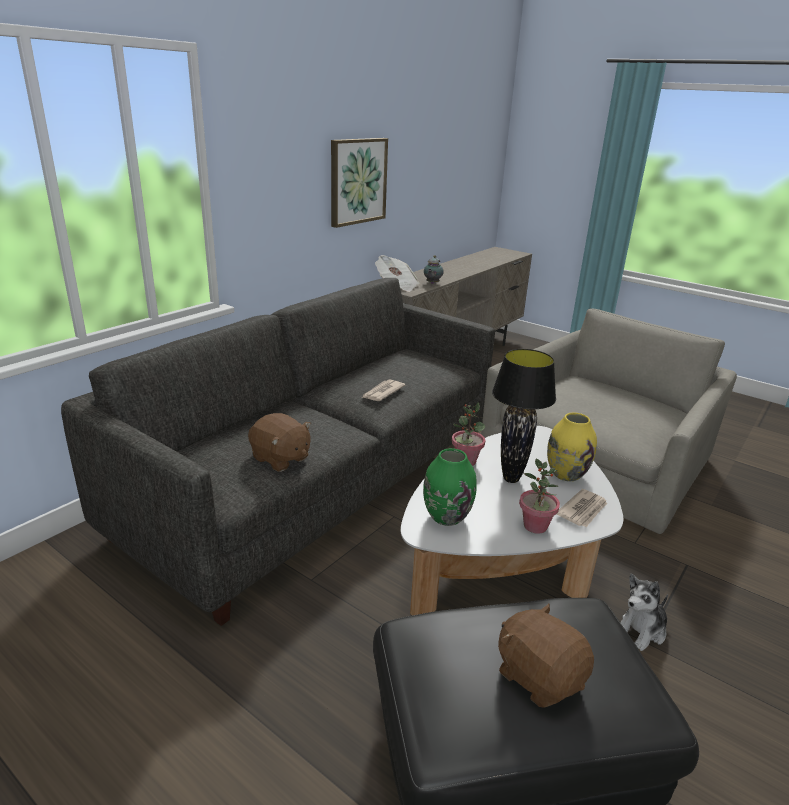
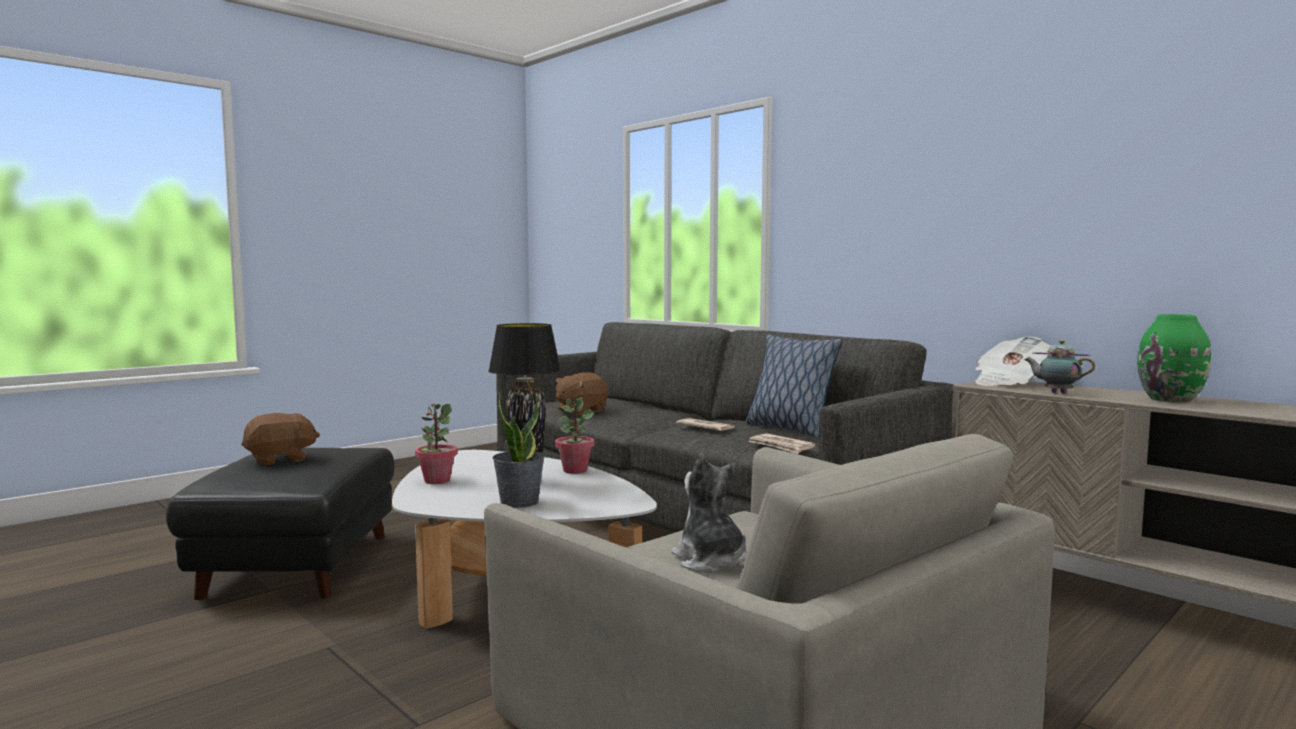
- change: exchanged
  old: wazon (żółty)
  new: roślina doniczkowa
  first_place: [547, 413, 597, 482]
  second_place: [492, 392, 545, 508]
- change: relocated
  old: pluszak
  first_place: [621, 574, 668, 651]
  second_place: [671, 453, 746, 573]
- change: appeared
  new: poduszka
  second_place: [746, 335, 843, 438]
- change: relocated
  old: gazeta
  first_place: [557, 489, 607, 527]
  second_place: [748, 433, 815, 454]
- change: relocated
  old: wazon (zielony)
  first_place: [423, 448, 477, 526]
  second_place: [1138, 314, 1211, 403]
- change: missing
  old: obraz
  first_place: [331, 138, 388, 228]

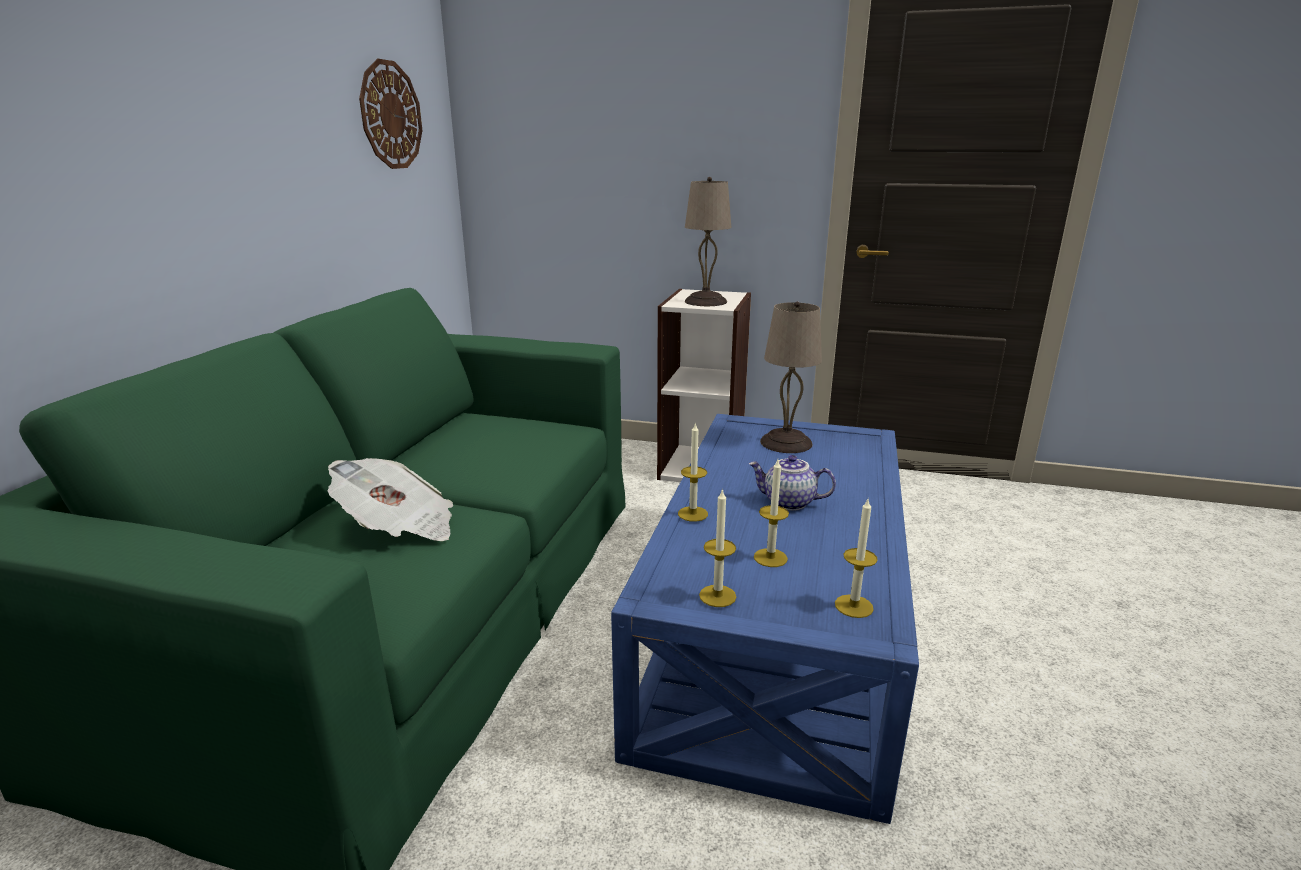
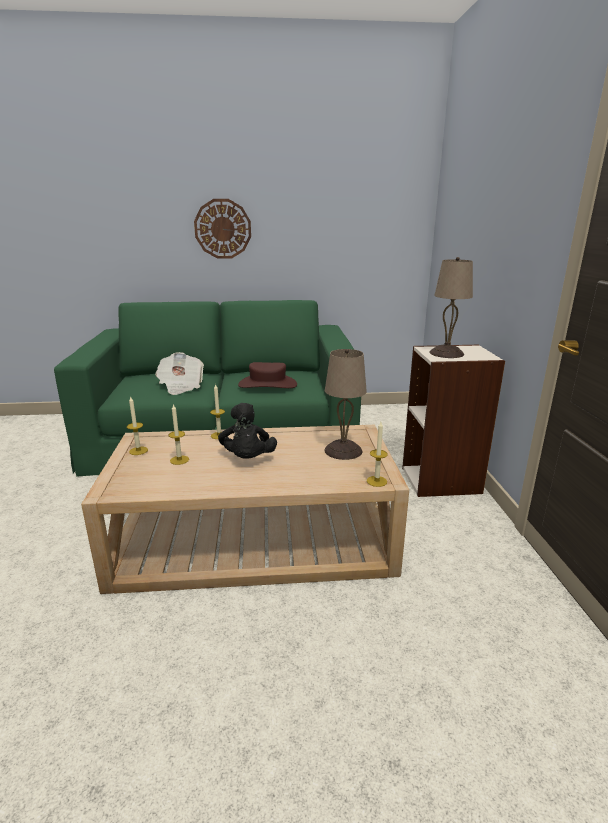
- change: colour
  old: ława (niebieski)
  new: ława (beżowy)
  first_place: [611, 414, 919, 824]
  second_place: [81, 425, 409, 594]
- change: relocated
  old: zegar ścienny
  first_place: [359, 59, 422, 169]
  second_place: [194, 199, 251, 259]
- change: exchanged
  old: imbryk
  new: pluszak (czarny)
  first_place: [748, 455, 836, 511]
  second_place: [218, 403, 277, 459]
- change: appeared
  new: kapelusz (brązowy)
  second_place: [238, 362, 297, 388]
- change: relocated
  old: świeca
  first_place: [835, 499, 878, 618]
  second_place: [367, 422, 388, 487]

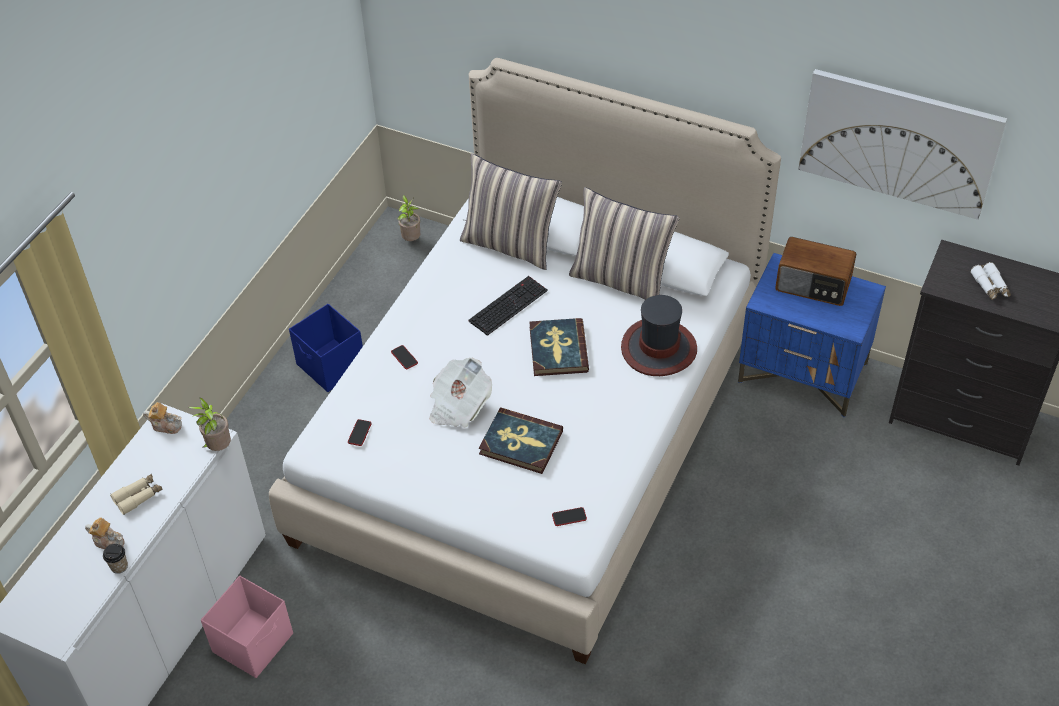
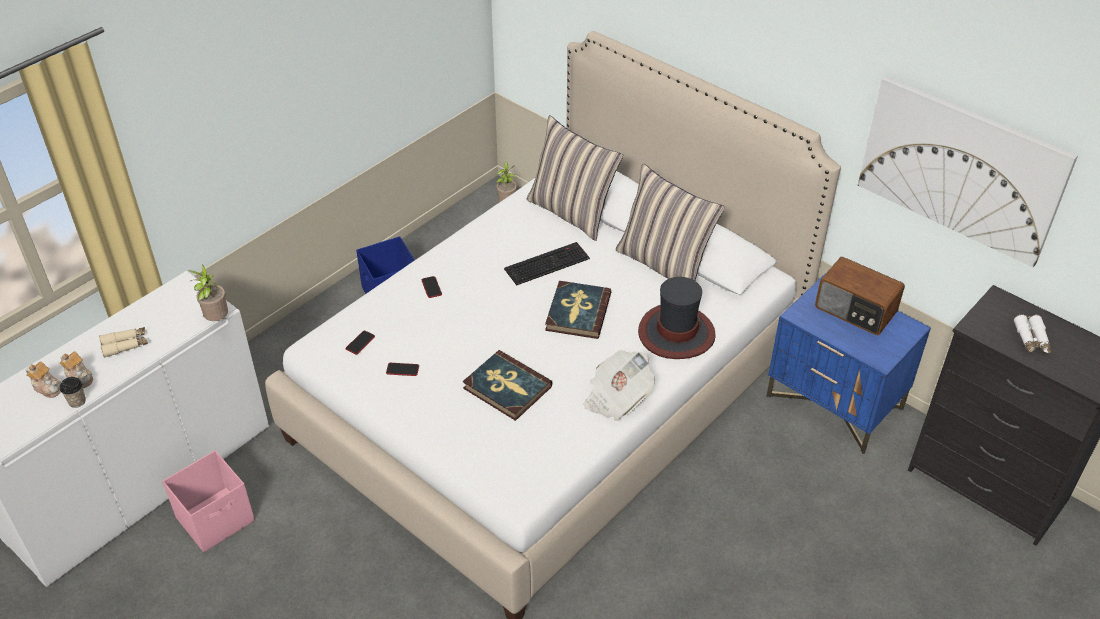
- change: relocated
  old: imbryk
  first_place: [143, 402, 182, 434]
  second_place: [26, 361, 61, 398]
- change: relocated
  old: telefon
  first_place: [552, 507, 587, 526]
  second_place: [386, 363, 419, 376]
- change: relocated
  old: gazeta
  first_place: [430, 358, 492, 428]
  second_place: [583, 350, 655, 421]

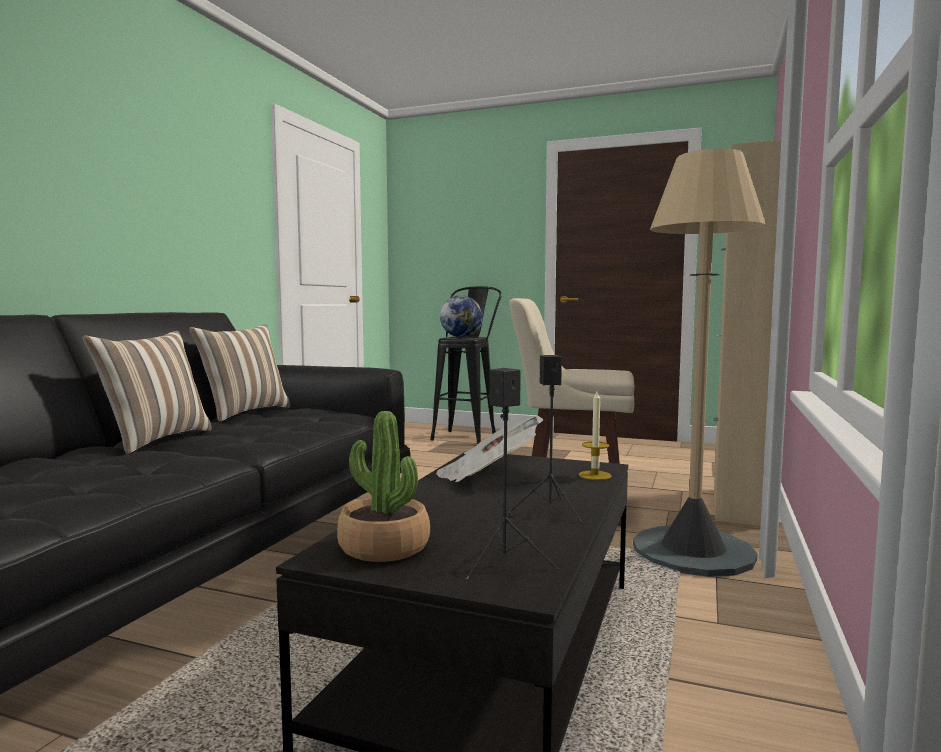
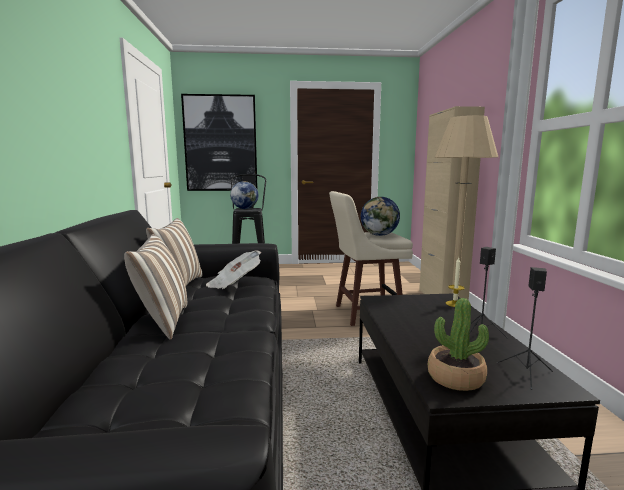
- change: appeared
  new: obraz
  second_place: [181, 94, 257, 191]
- change: relocated
  old: gazeta
  first_place: [436, 416, 543, 482]
  second_place: [206, 250, 261, 289]
- change: appeared
  new: globus
  second_place: [361, 197, 400, 236]

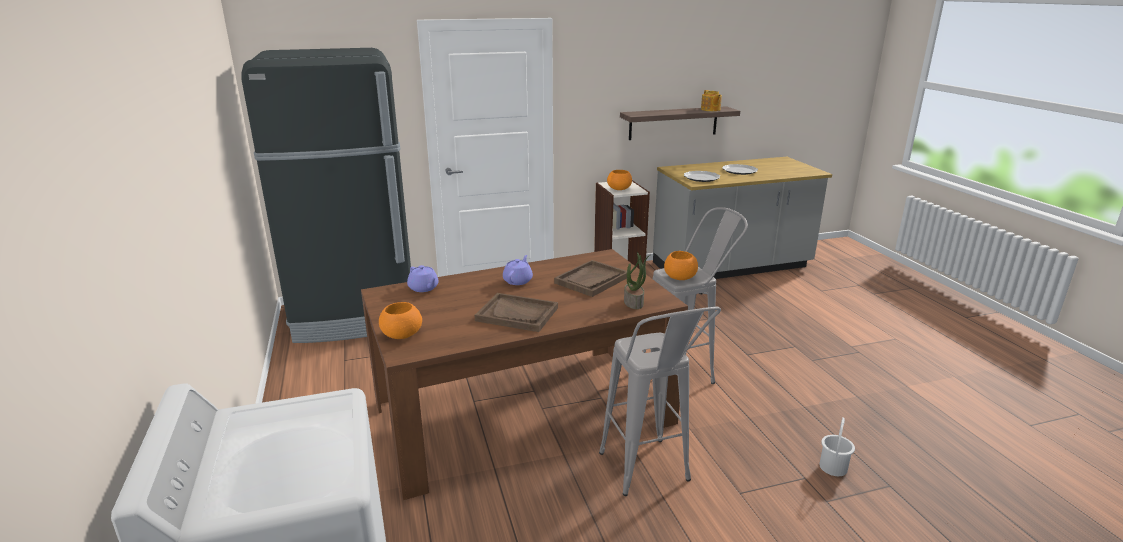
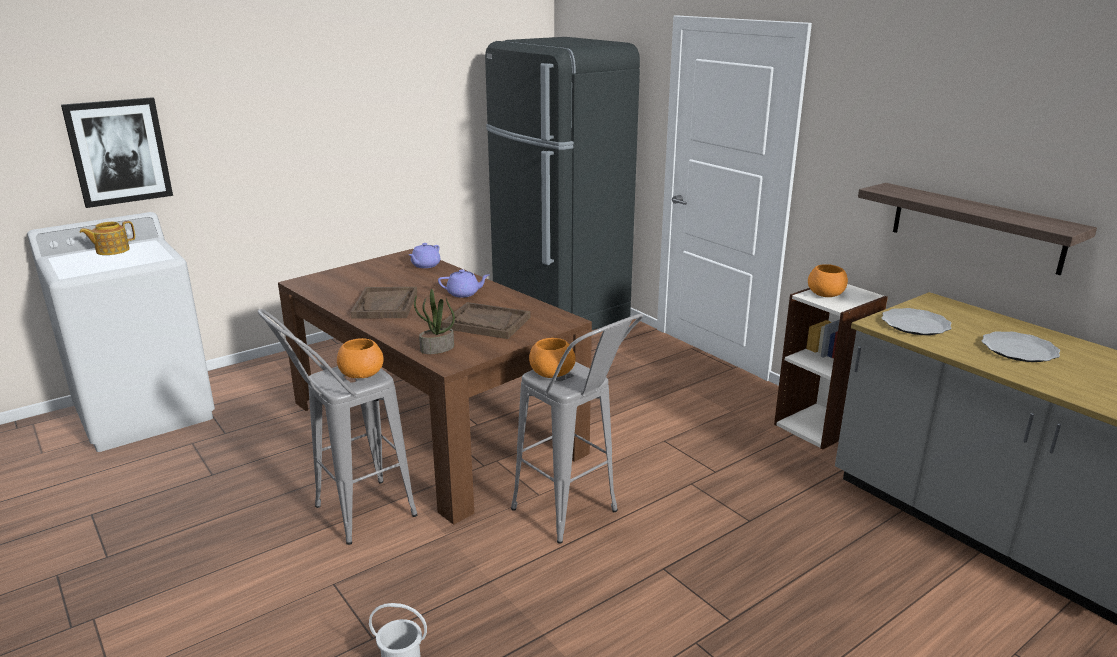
- change: appeared
  new: obraz
  second_place: [61, 97, 173, 208]
- change: relocated
  old: imbryk
  first_place: [701, 90, 722, 111]
  second_place: [80, 221, 135, 255]
- change: relocated
  old: miska (pomarańczowy)
  first_place: [379, 302, 422, 339]
  second_place: [337, 338, 384, 378]

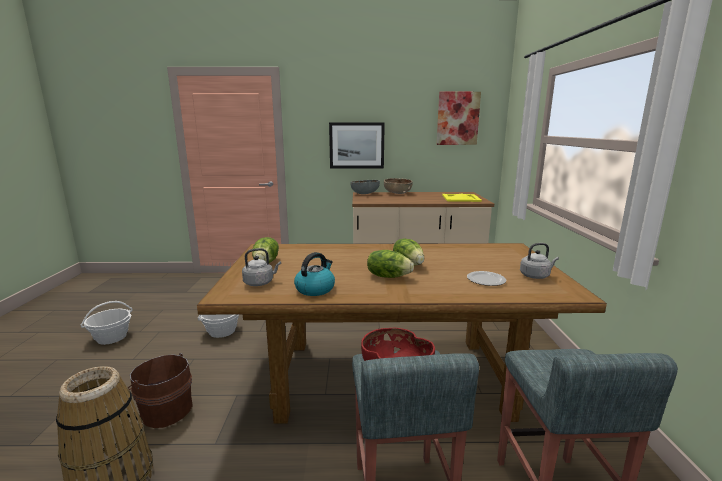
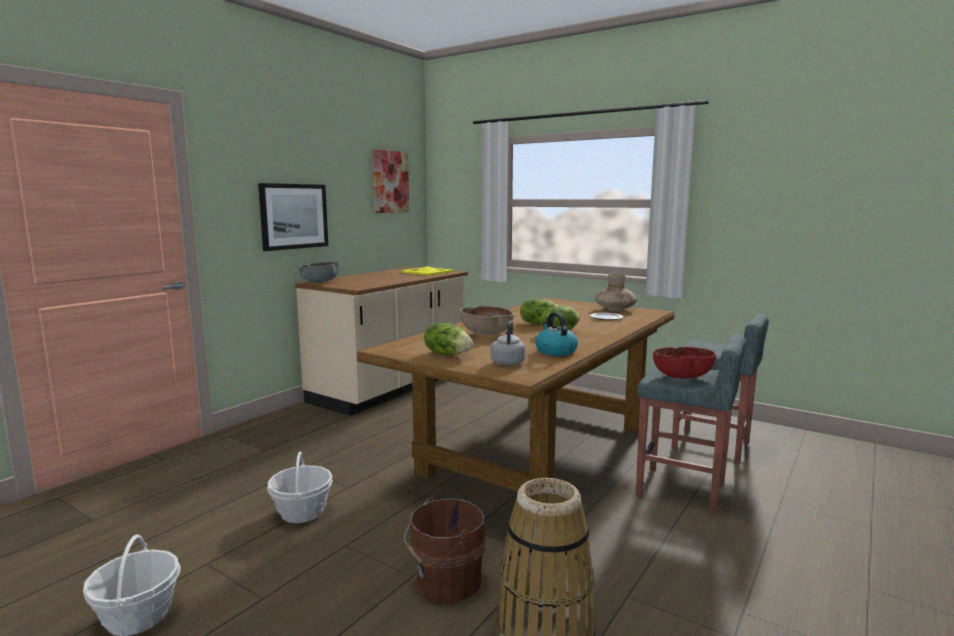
- change: relocated
  old: miska (brązowy)
  first_place: [384, 178, 413, 194]
  second_place: [460, 306, 514, 335]
- change: exchanged
  old: czajnik (szary)
  new: wazon (brązowy)
  first_place: [520, 243, 559, 279]
  second_place: [595, 273, 637, 311]

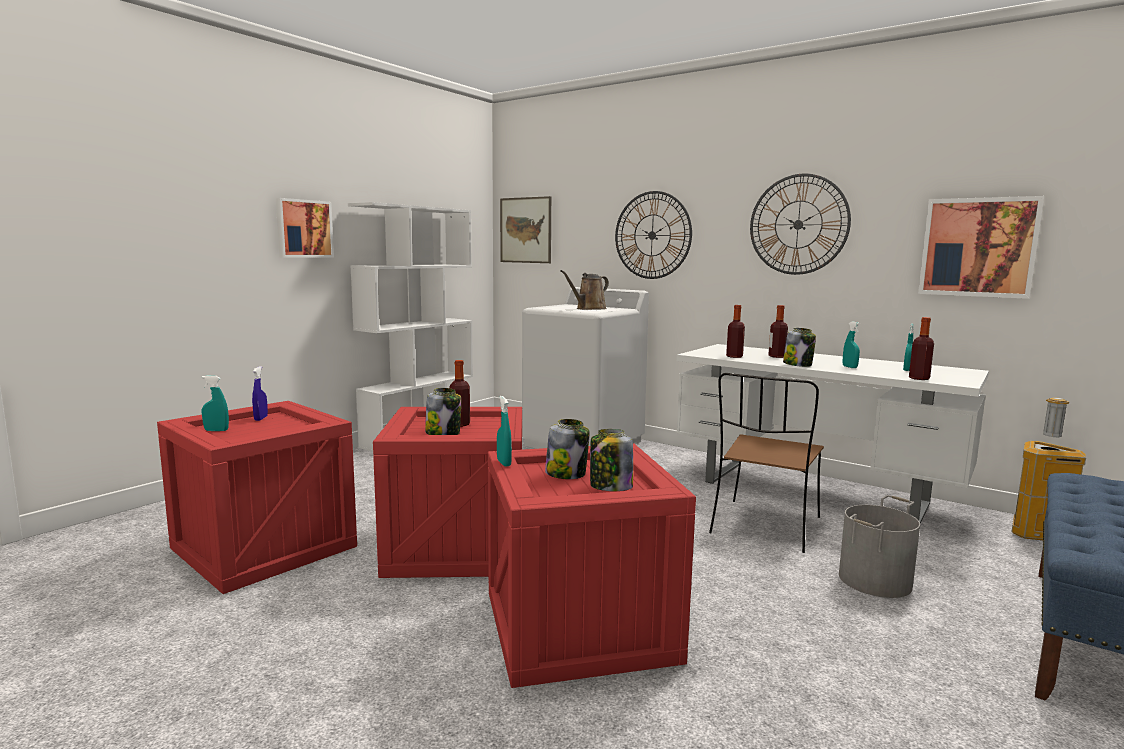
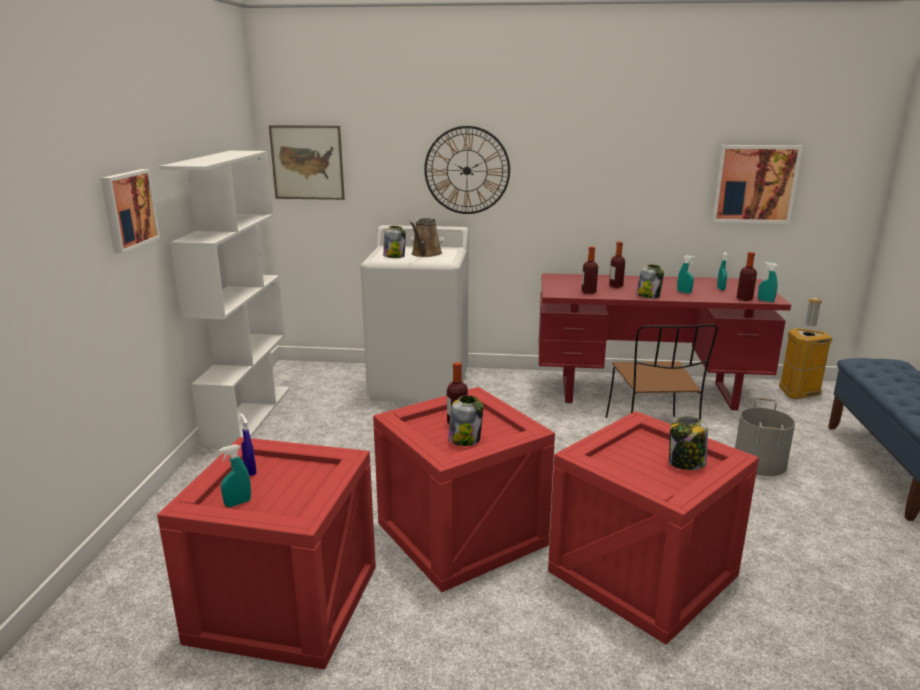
- change: relocated
  old: słoik
  first_place: [545, 419, 590, 479]
  second_place: [383, 226, 406, 258]
- change: colour
  old: biurko (biały)
  new: biurko (czerwony)
  first_place: [677, 344, 989, 524]
  second_place: [539, 273, 791, 411]
- change: relocated
  old: spryskiwacz (turkusowy)
  first_place: [497, 396, 512, 467]
  second_place: [758, 262, 778, 302]
- change: missing
  old: zegar ścienny
  first_place: [750, 174, 851, 275]

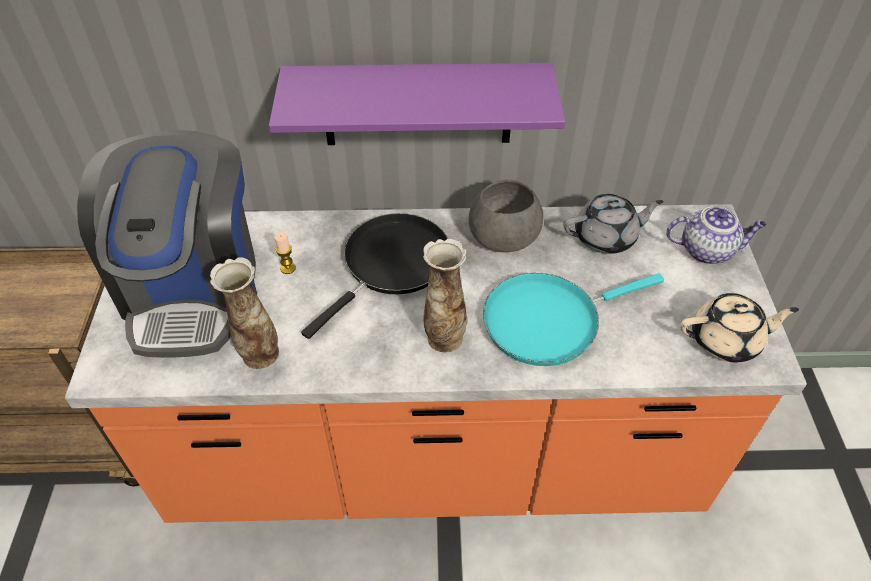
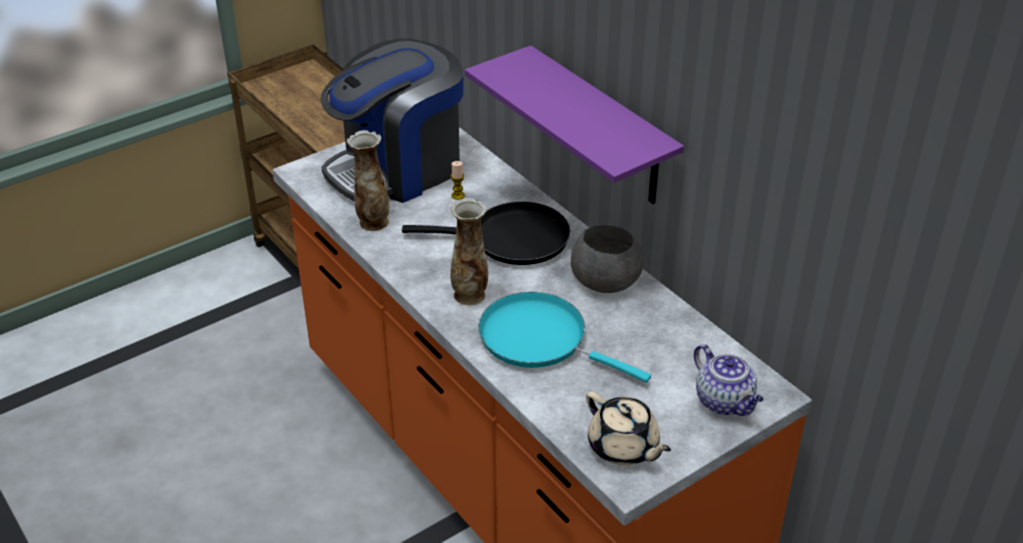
- change: missing
  old: imbryk (szary)
  first_place: [564, 194, 664, 254]

